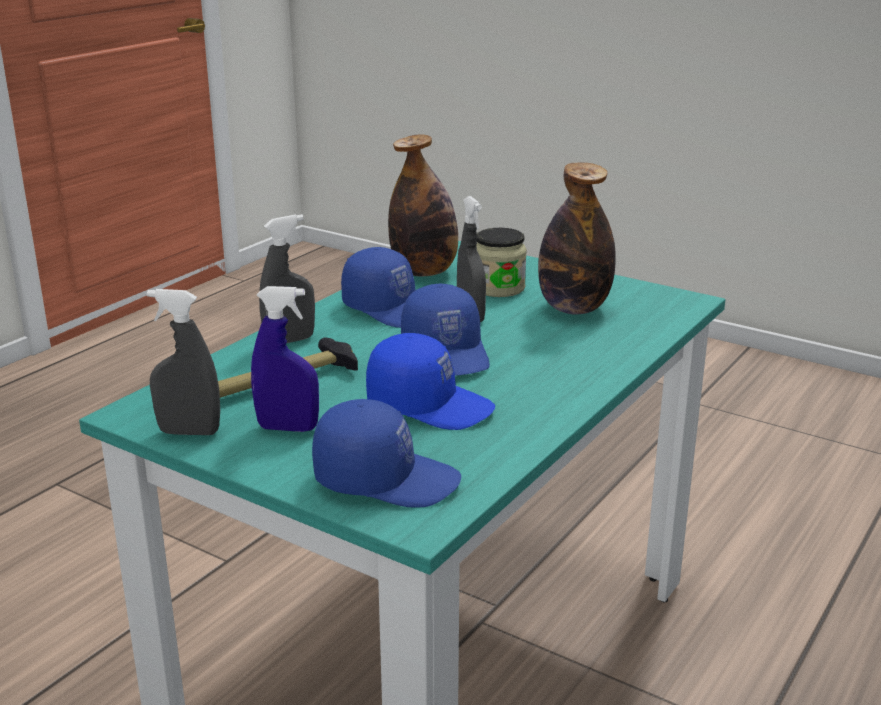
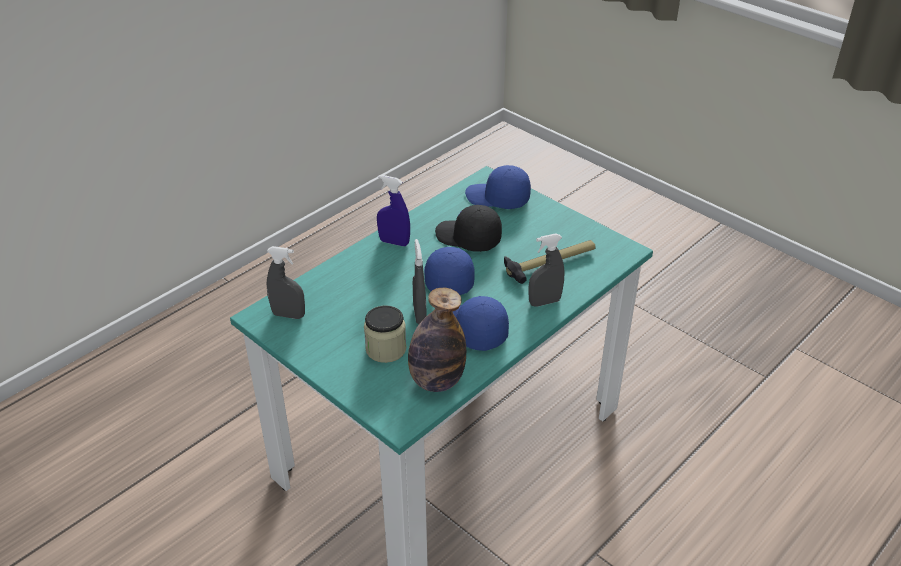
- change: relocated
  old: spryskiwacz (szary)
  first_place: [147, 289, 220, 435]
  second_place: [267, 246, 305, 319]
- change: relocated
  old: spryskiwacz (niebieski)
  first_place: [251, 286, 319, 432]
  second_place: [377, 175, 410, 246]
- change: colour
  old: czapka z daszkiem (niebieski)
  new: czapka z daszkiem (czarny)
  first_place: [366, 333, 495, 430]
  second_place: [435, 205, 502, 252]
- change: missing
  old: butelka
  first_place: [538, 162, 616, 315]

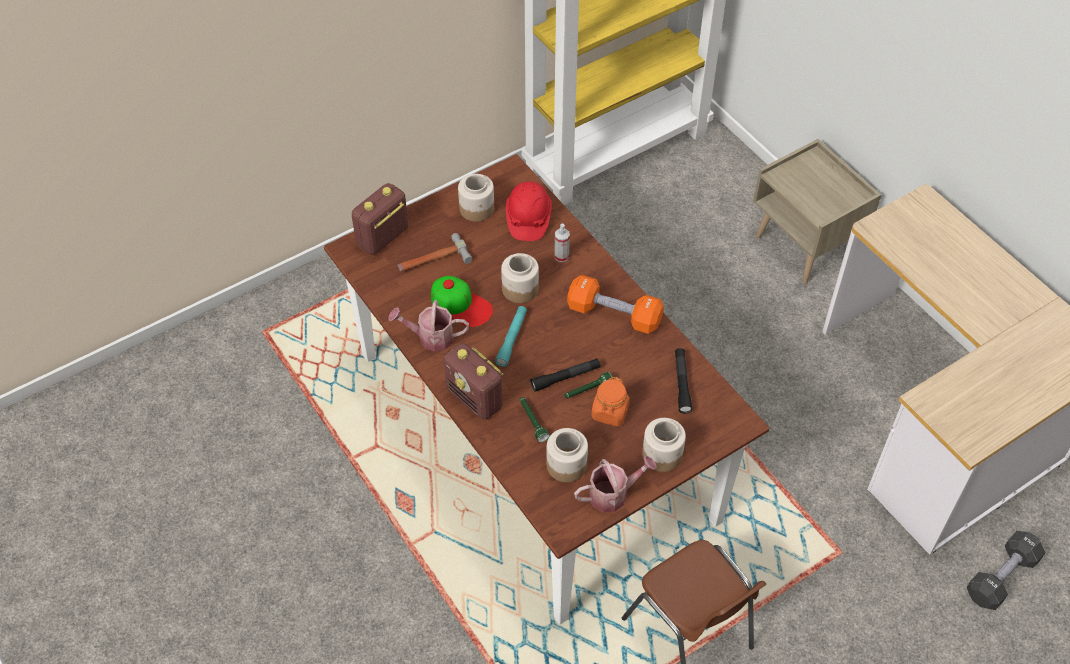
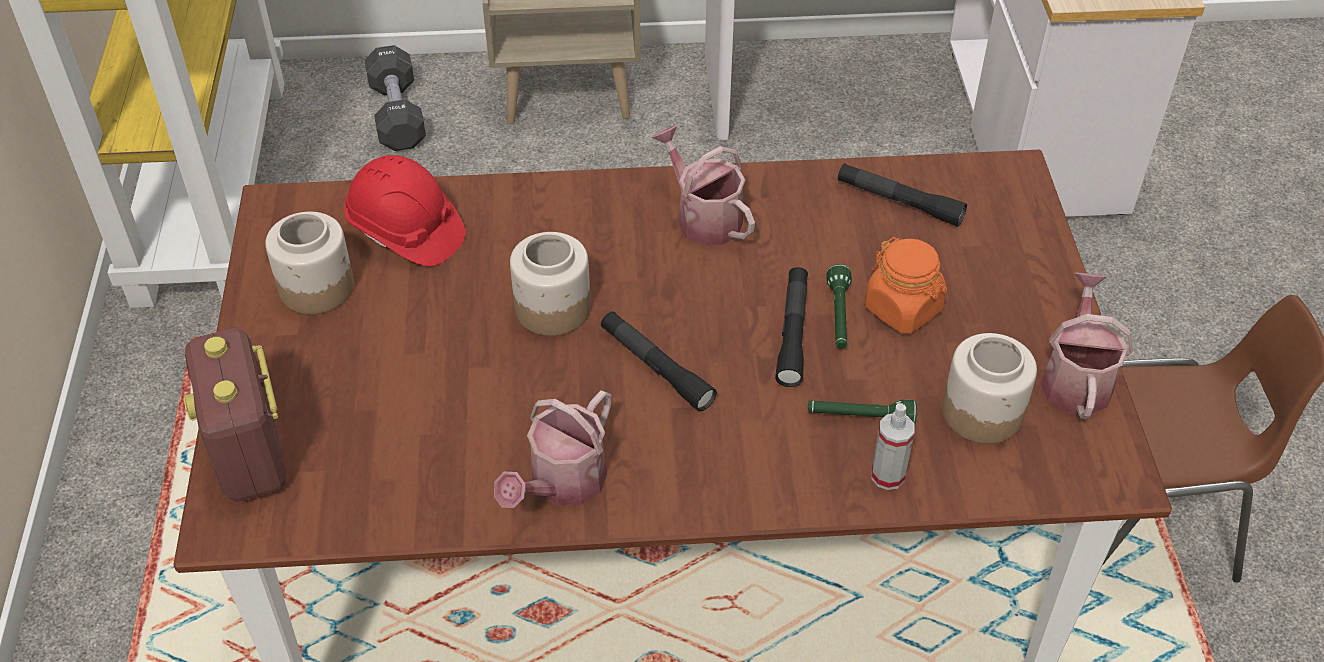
- change: relocated
  old: hantel (czarny)
  first_place: [967, 531, 1046, 610]
  second_place: [365, 45, 426, 151]
- change: colour
  old: latarka (turkusowy)
  new: latarka (czarny)
  first_place: [495, 306, 527, 367]
  second_place: [601, 311, 717, 412]
- change: exchanged
  old: hantel (pomarańczowy)
  new: konewka
  first_place: [567, 275, 664, 334]
  second_place: [651, 126, 755, 245]
- change: relocated
  old: spryskiwacz
  first_place: [554, 224, 570, 262]
  second_place: [871, 403, 915, 490]
- change: missing
  old: młotek
  first_place: [397, 233, 473, 272]
- change: missing
  old: czapka z daszkiem
  first_place: [431, 276, 493, 327]
- change: missing
  old: radio
  first_place: [444, 343, 504, 420]
- change: missing
  old: słoik
  first_place: [642, 418, 686, 472]

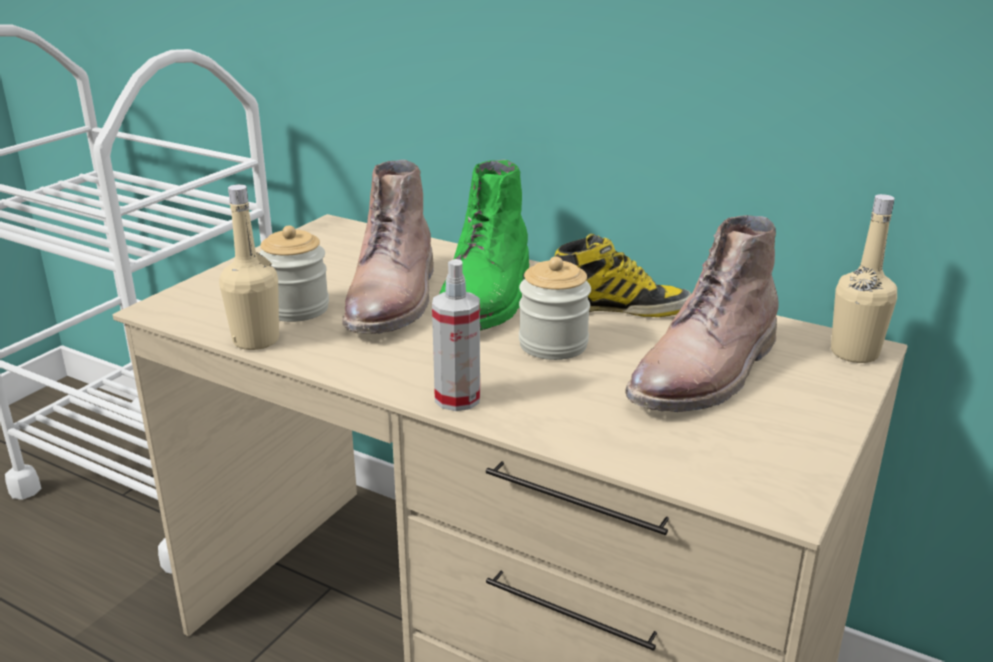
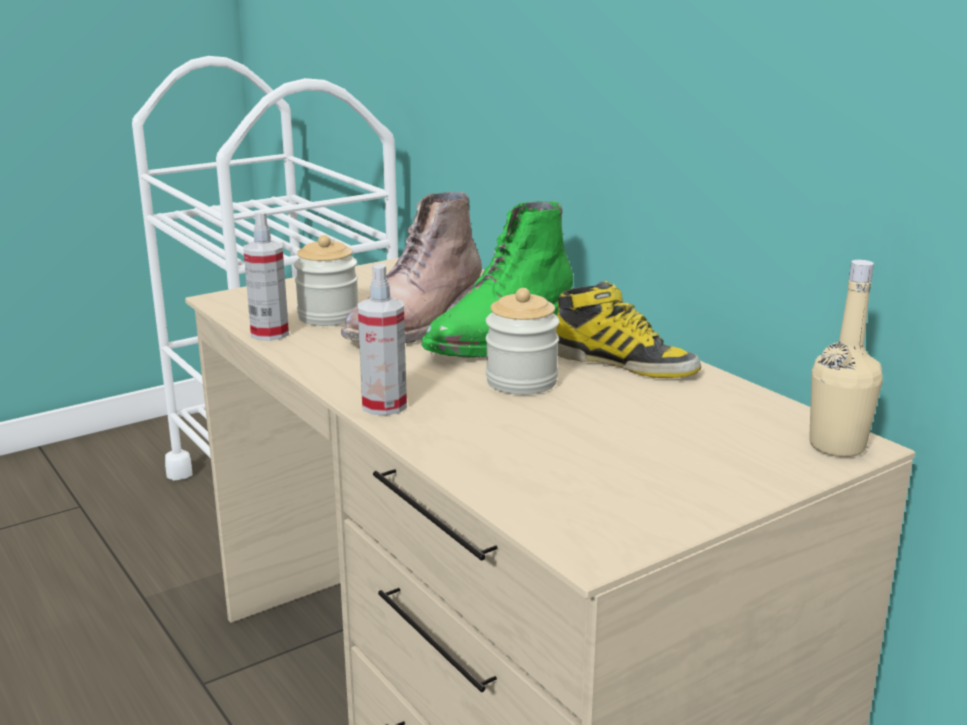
- change: exchanged
  old: butelka (beżowy)
  new: spryskiwacz
  first_place: [219, 184, 279, 350]
  second_place: [243, 211, 289, 341]
- change: missing
  old: but z cholewką (brązowy)
  first_place: [625, 215, 778, 412]

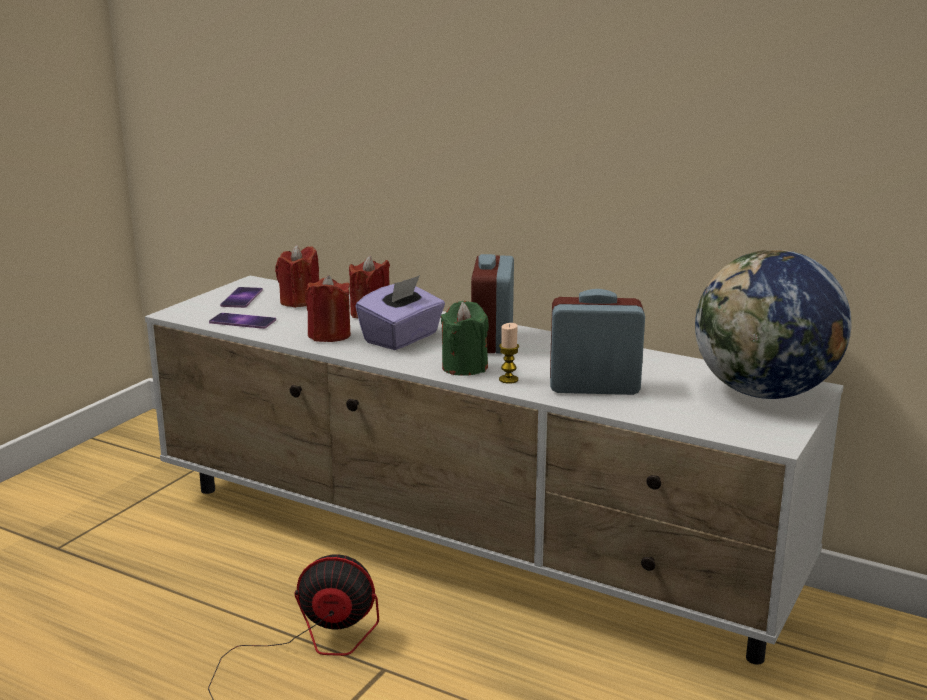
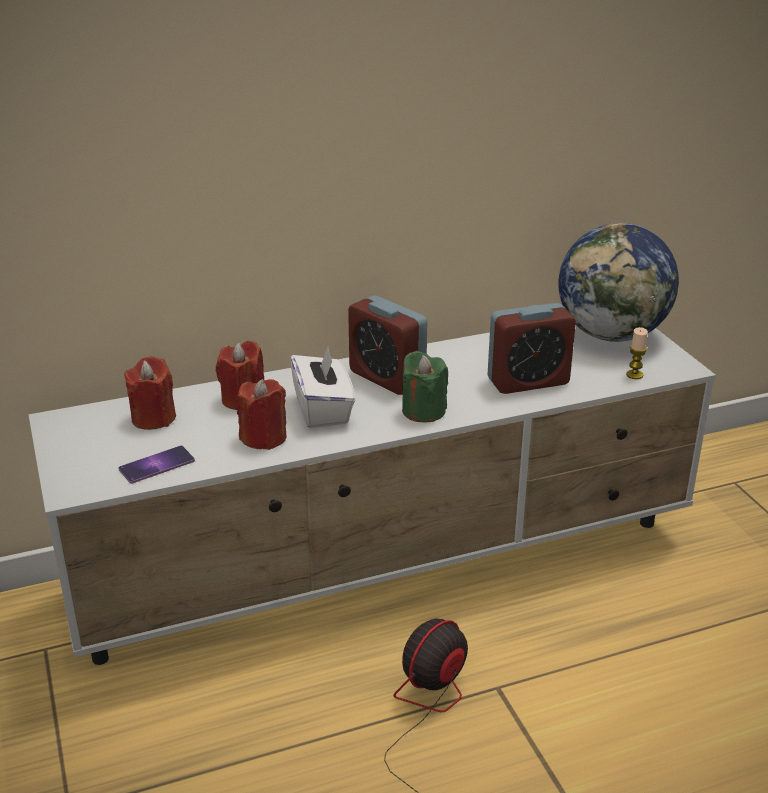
- change: colour
  old: pudełko chusteczek (fioletowy)
  new: pudełko chusteczek (biały)
  first_place: [355, 275, 445, 350]
  second_place: [290, 346, 355, 428]
- change: spun
  old: budzik
  first_place: [550, 289, 645, 395]
  second_place: [488, 303, 576, 394]
  degrees: -150
- change: relocated
  old: świeca
  first_place: [499, 323, 519, 384]
  second_place: [626, 327, 648, 379]
- change: missing
  old: telefon
  first_place: [220, 287, 263, 308]

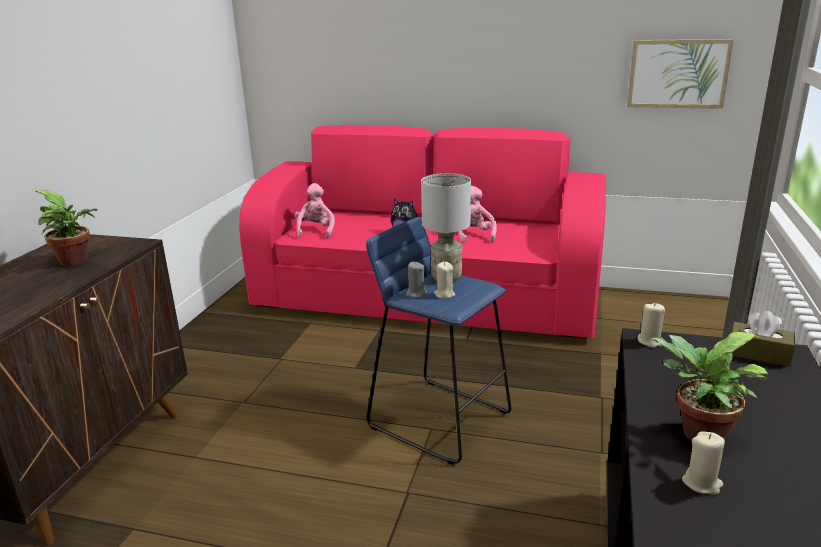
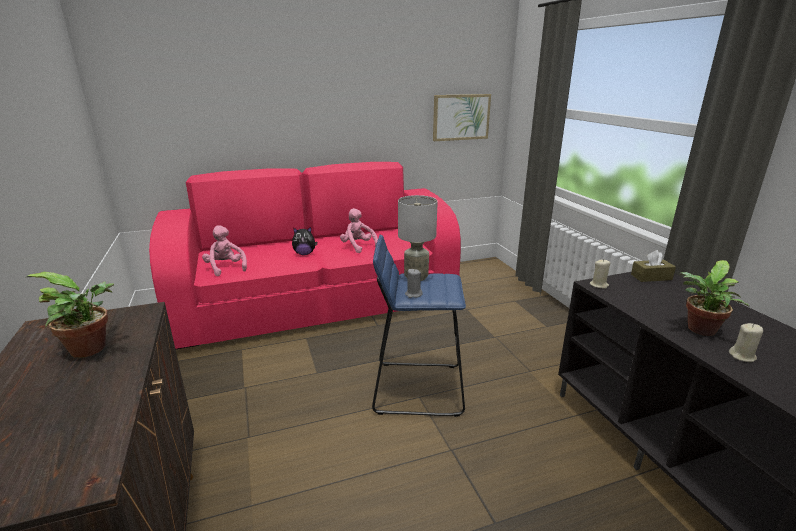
- change: missing
  old: świeca (beżowy)
  first_place: [434, 262, 455, 299]

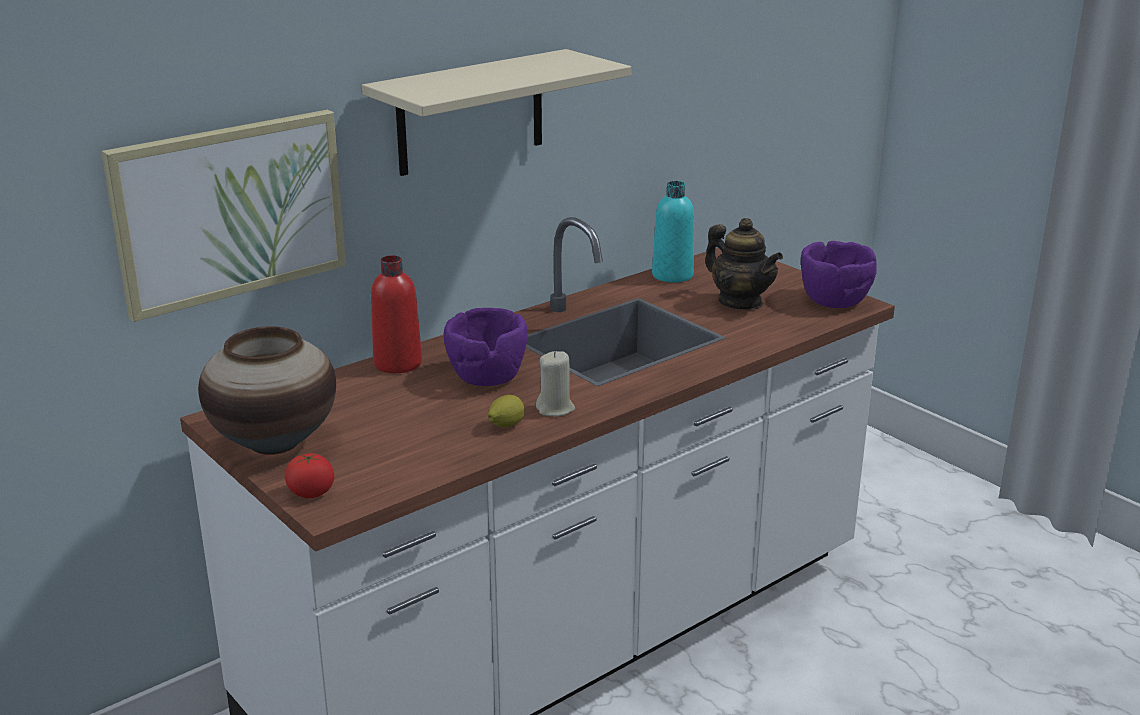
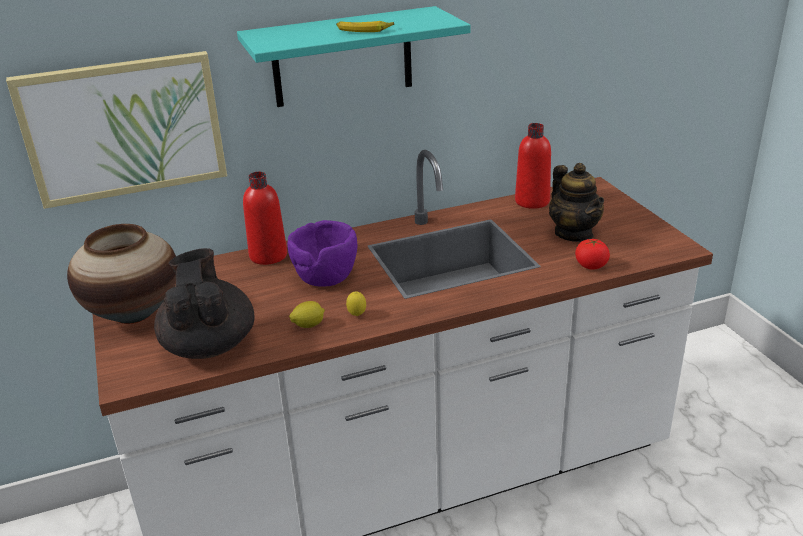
- change: appeared
  new: imbryk (czarny)
  second_place: [154, 248, 255, 359]
- change: colour
  old: półka (beżowy)
  new: półka (turkusowy)
  first_place: [362, 49, 631, 176]
  second_place: [237, 6, 470, 107]
- change: appeared
  new: banan
  second_place: [336, 21, 394, 32]
- change: exchanged
  old: świeca (beżowy)
  new: cytryna
  first_place: [536, 351, 575, 417]
  second_place: [346, 291, 366, 316]
- change: colour
  old: butelka (turkusowy)
  new: butelka (czerwony)
  first_place: [652, 181, 694, 283]
  second_place: [515, 123, 551, 209]
- change: relocated
  old: pomidor
  first_place: [285, 453, 335, 498]
  second_place: [575, 239, 610, 270]
- change: missing
  old: miska (fioletowy)
  first_place: [801, 241, 877, 308]

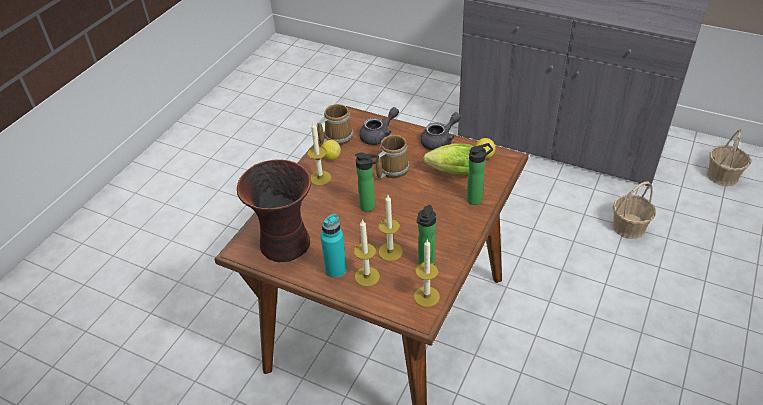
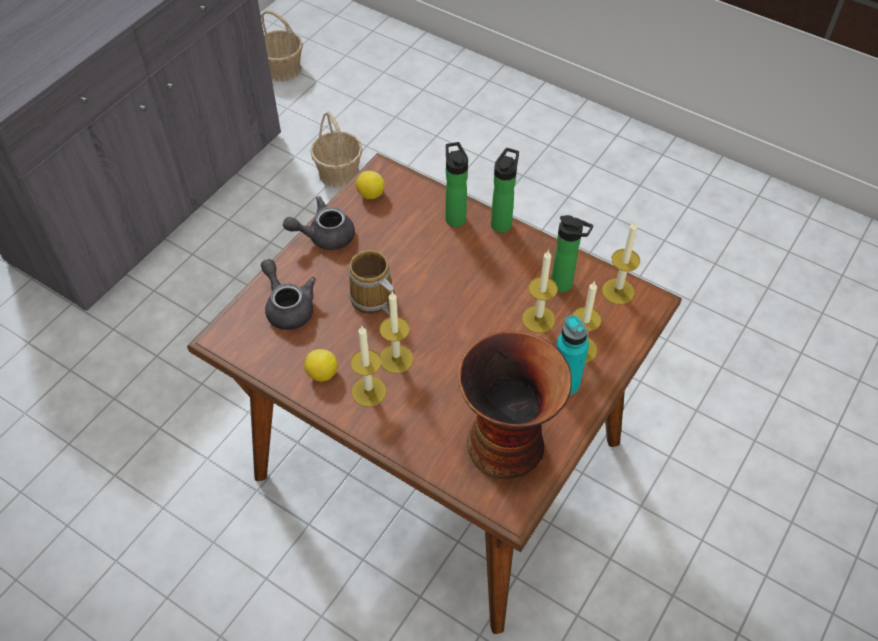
- change: spun
  old: imbryk (szary)
  first_place: [420, 112, 461, 150]
  second_place: [283, 196, 355, 250]
  degrees: -75
- change: appeared
  new: świeca
  second_place: [380, 291, 414, 374]
- change: relocated
  old: butelka
  first_place: [355, 152, 379, 212]
  second_place: [491, 148, 519, 233]
- change: missing
  old: kubek
  first_place: [317, 104, 353, 145]
- change: missing
  old: sałata
  first_place: [423, 144, 474, 175]

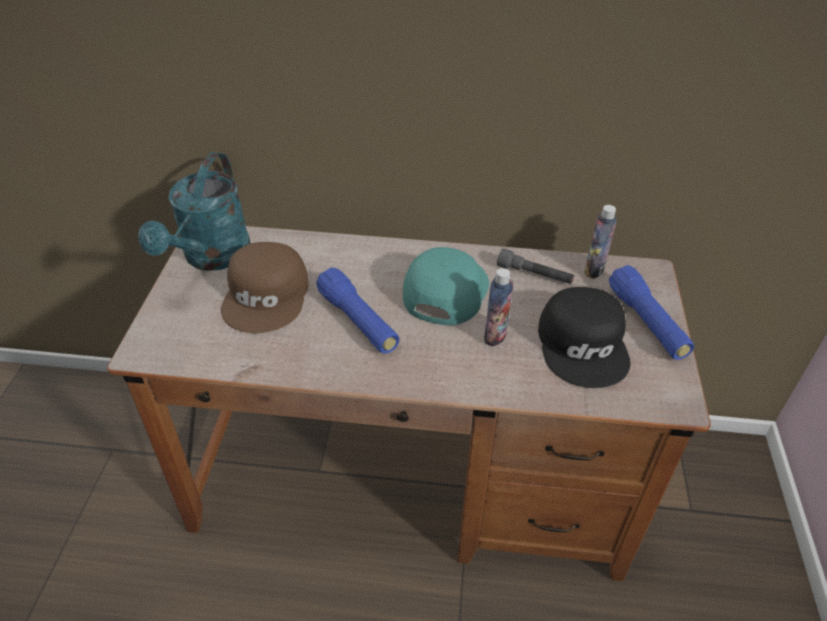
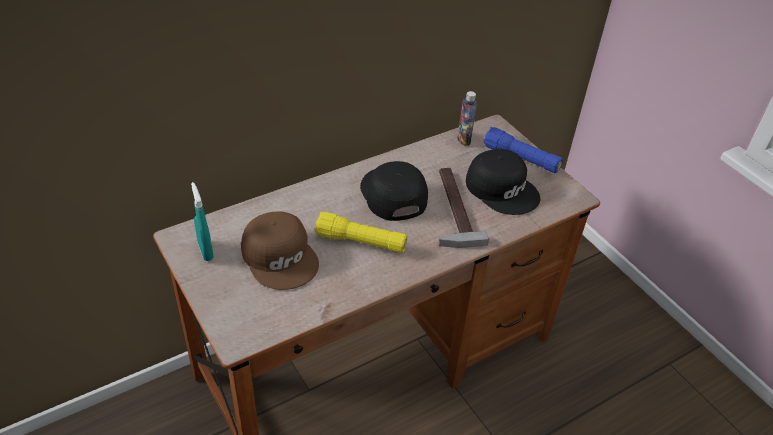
- change: exchanged
  old: konewka (turkusowy)
  new: spryskiwacz (turkusowy)
  first_place: [138, 152, 250, 271]
  second_place: [191, 182, 214, 261]
- change: colour
  old: latarka (niebieski)
  new: latarka (żółty)
  first_place: [316, 268, 399, 354]
  second_place: [315, 212, 408, 253]
- change: colour
  old: czapka z daszkiem (turkusowy)
  new: czapka z daszkiem (czarny)
  first_place: [403, 247, 489, 325]
  second_place: [360, 161, 428, 221]
- change: exchanged
  old: butelka
  new: młotek
  first_place: [484, 268, 514, 347]
  second_place: [439, 168, 489, 248]
- change: missing
  old: latarka (szary)
  first_place: [497, 249, 574, 284]

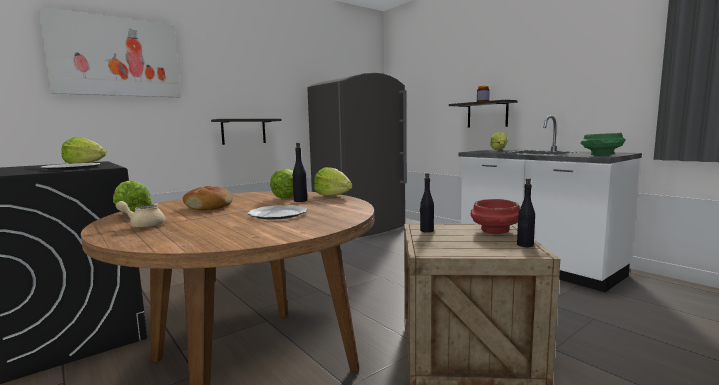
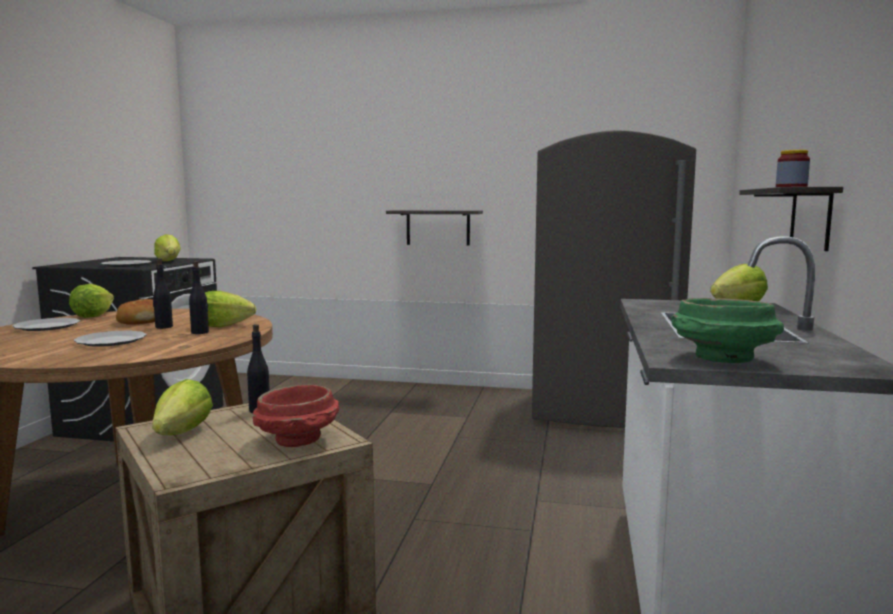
- change: exchanged
  old: imbryk (beżowy)
  new: talerz
  first_place: [116, 201, 166, 228]
  second_place: [12, 318, 80, 331]
- change: relocated
  old: sałata
  first_place: [314, 167, 352, 197]
  second_place: [152, 379, 213, 436]
- change: relocated
  old: butelka (czarny)
  first_place: [517, 178, 535, 247]
  second_place: [153, 258, 173, 329]
- change: missing
  old: obraz
  first_place: [38, 6, 181, 97]

